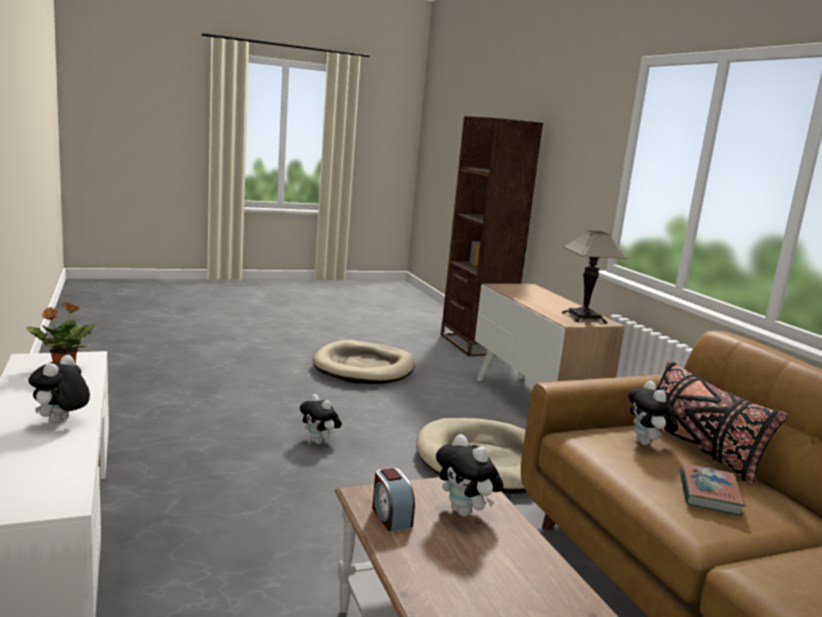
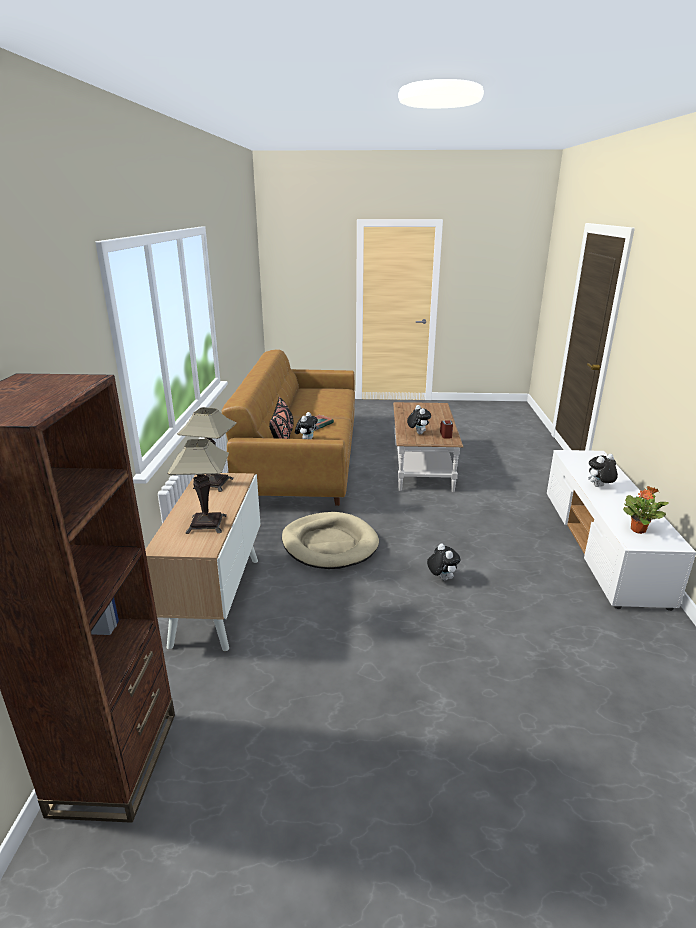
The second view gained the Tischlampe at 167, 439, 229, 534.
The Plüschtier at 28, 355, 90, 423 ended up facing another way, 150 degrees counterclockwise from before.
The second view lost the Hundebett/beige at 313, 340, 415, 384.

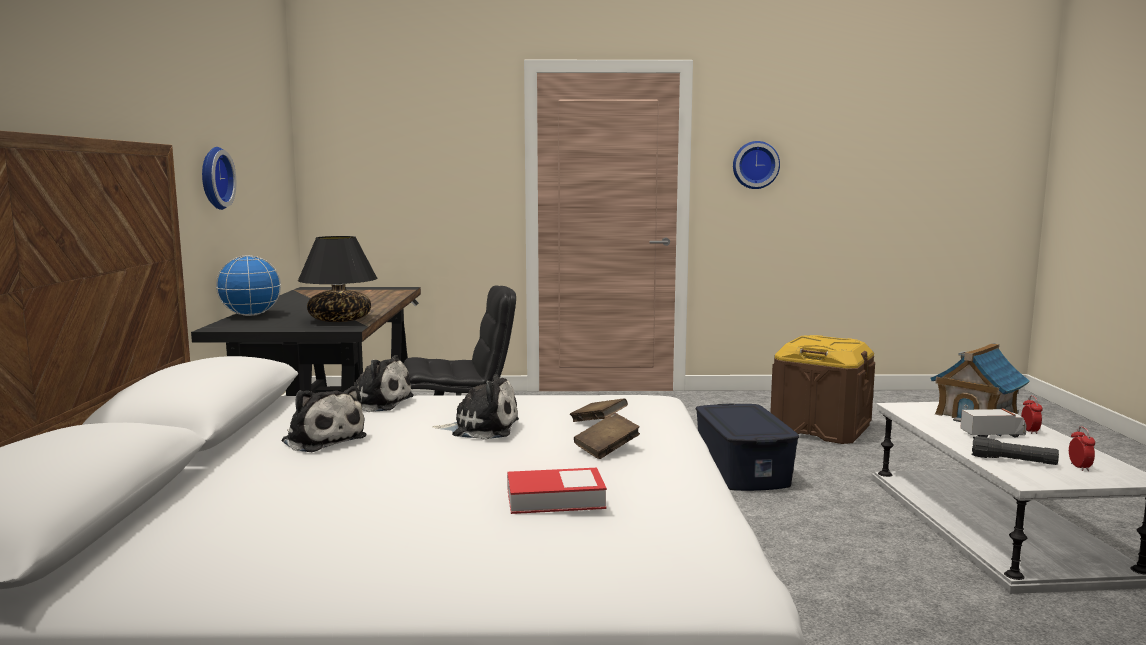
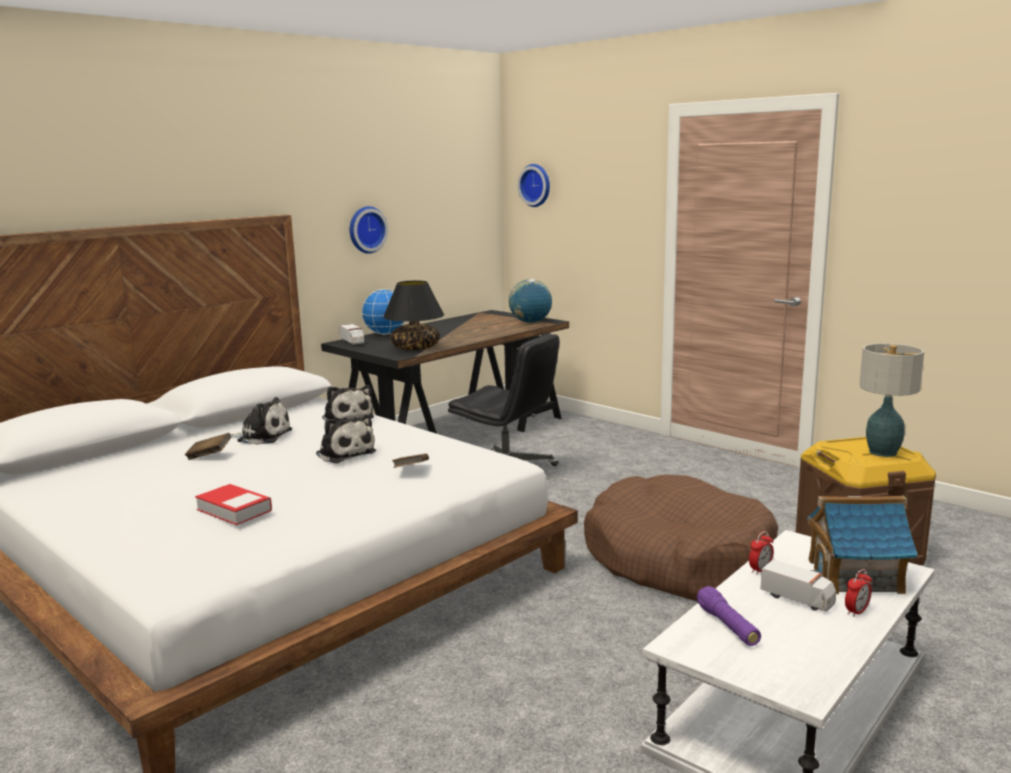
The Buch/braun ended up elsewhere, having gone from 574, 413, 640, 459 to 185, 433, 231, 460.
The Plüschtier at 282, 386, 367, 452 ended up facing another way, 75 degrees counterclockwise from before.
The second view gained the Spielzeuglaster at 339, 324, 365, 345.
The second view gained the Globus at 509, 279, 552, 323.
The Wanduhr ended up elsewhere, having gone from 733, 141, 780, 189 to 517, 164, 550, 207.
Where the Aufbewahrungsbox/blau stood at 695, 403, 799, 491, the Hundebett/braun came to stand at 584, 474, 778, 601.
What was the Taschenlampe/schwarz at 972, 436, 1059, 465 turned into the Taschenlampe/lila at 697, 586, 761, 646.
The Wecker ended up elsewhere, having gone from 1069, 427, 1095, 471 to 749, 531, 773, 575.
The second view gained the Tischlampe at 859, 343, 924, 457.

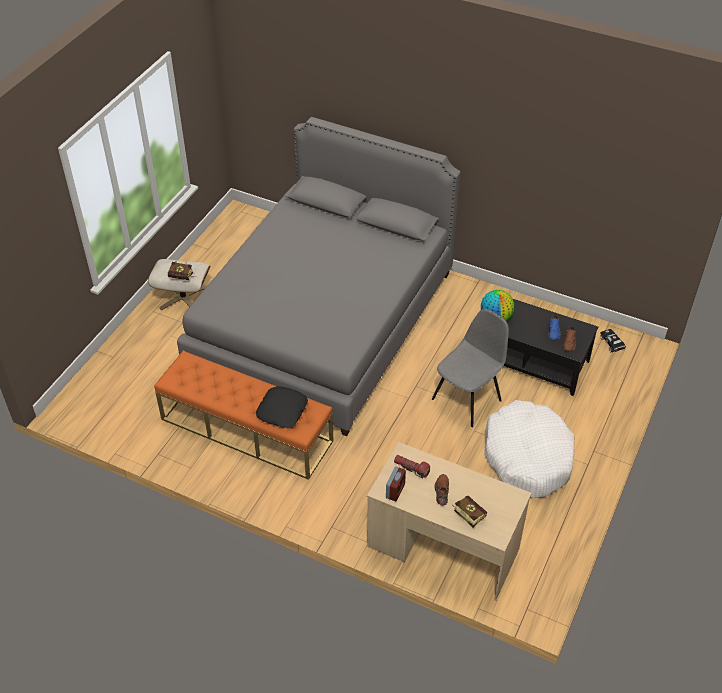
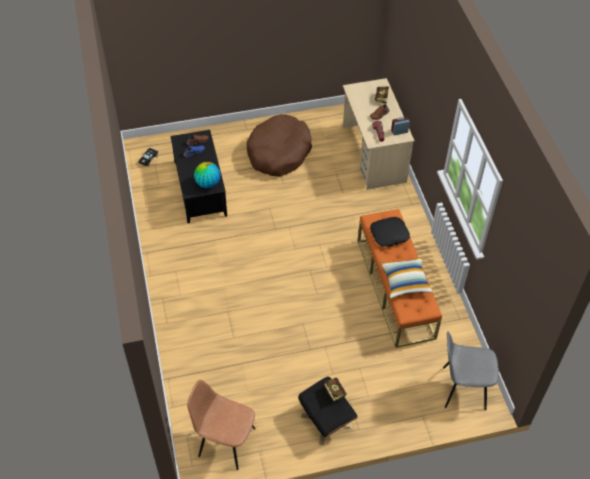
The second view gained the Stuhl/braun at 187, 380, 256, 470.
What was the Hundebett/weiß at 484, 400, 575, 498 turned into the Hundebett/braun at 246, 114, 312, 176.
What was the Polsterhocker/beige at 148, 259, 210, 310 turned into the Polsterhocker/schwarz at 298, 377, 358, 445.
The second view gained the Kissen at 380, 257, 433, 299.
The Stuhl/grau ended up elsewhere, having gone from 432, 309, 509, 427 to 443, 332, 499, 410.
The second view lost the Bett/grau at 177, 117, 461, 436.

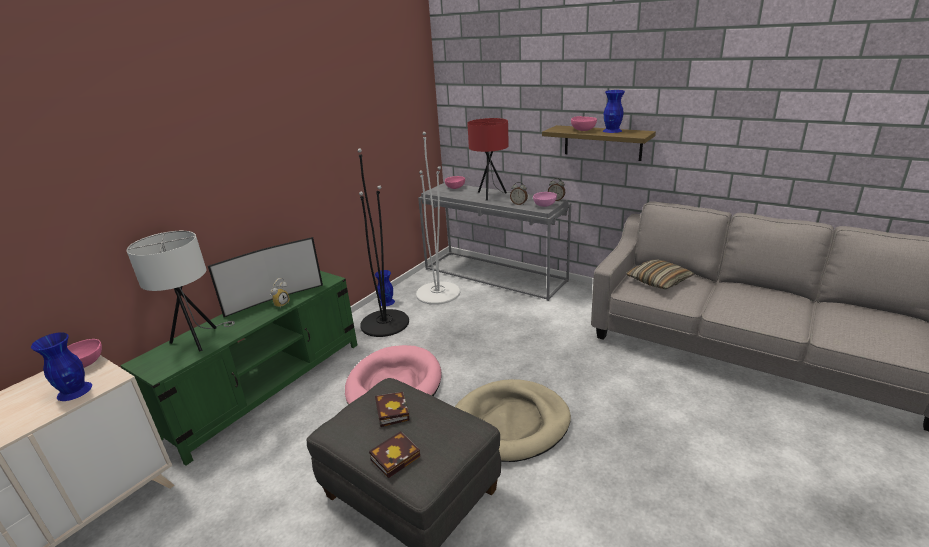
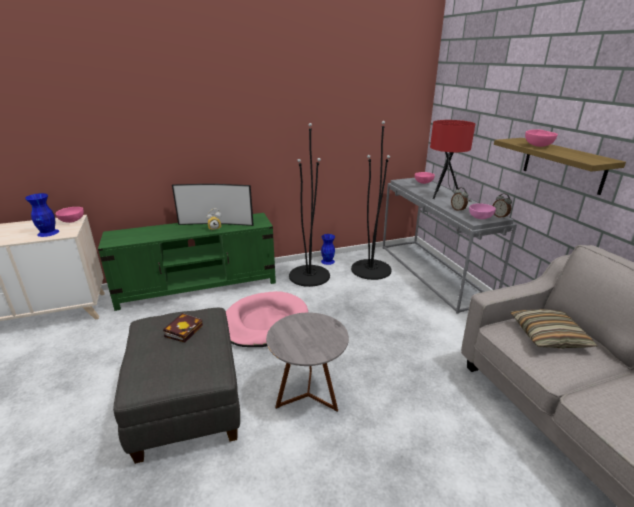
Where the Hundebett/beige stood at 455, 379, 571, 462, the Beistelltisch/grau came to stand at 266, 313, 349, 412.
What was the Stehlampe/weiß at 416, 132, 460, 305 turned into the Stehlampe/schwarz at 351, 121, 391, 280.
The second view lost the Tischlampe/weiß at 126, 231, 235, 352.
The second view lost the Buch at 369, 431, 420, 478.
The second view lost the Vase/blau at 603, 90, 625, 133.

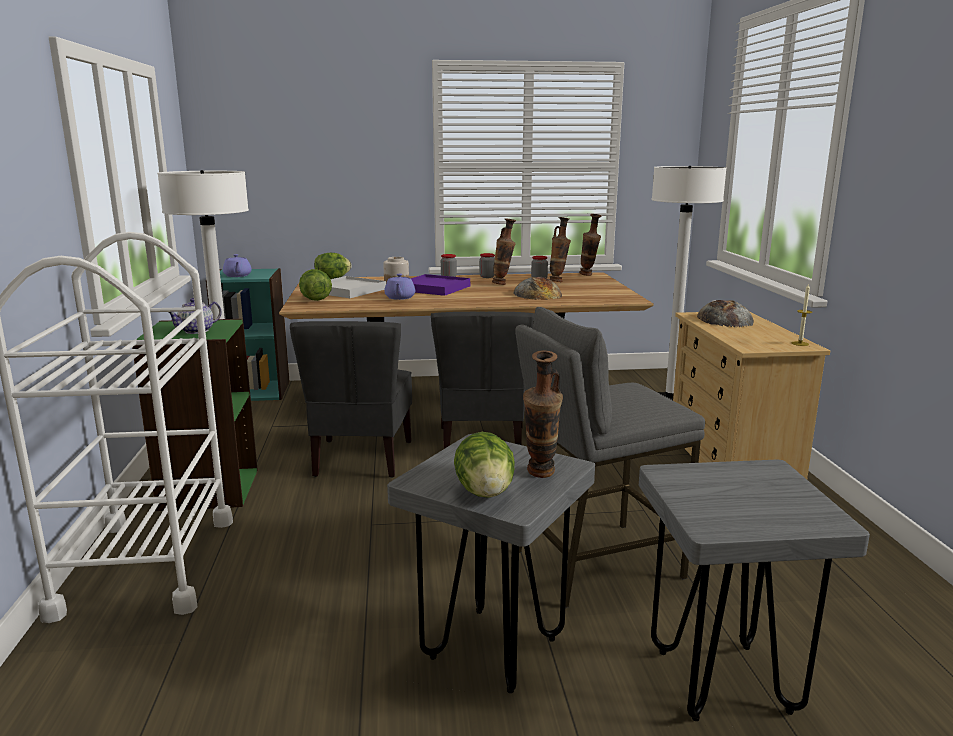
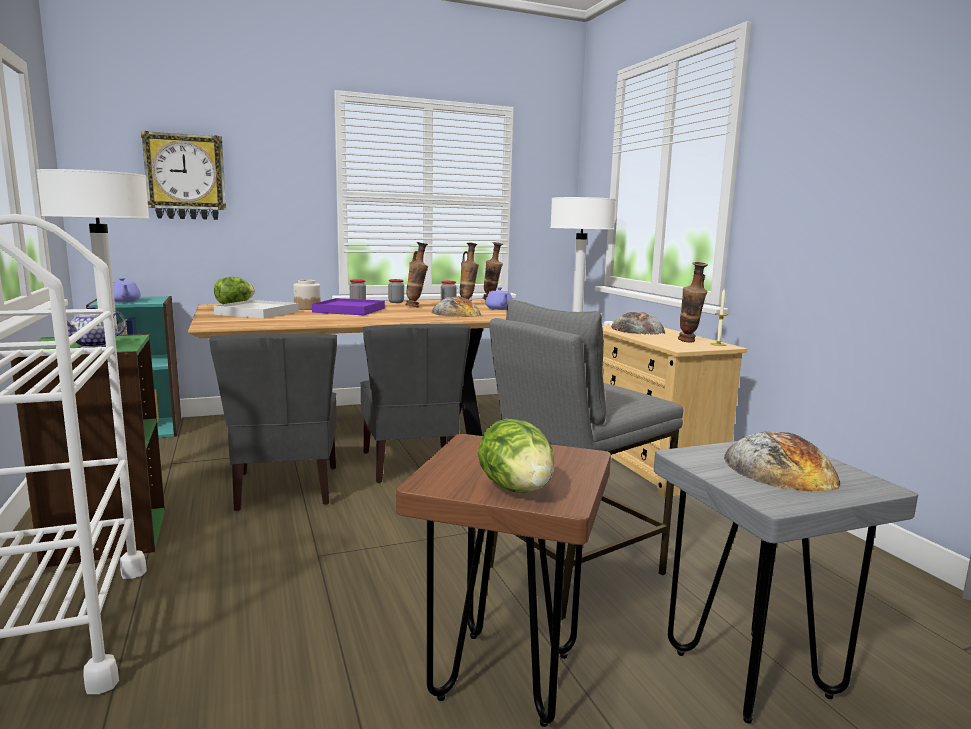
The second view gained the Wanduhr at 141, 131, 226, 220.
What was the Hocker/grau at 387, 434, 595, 693 turned into the Hocker/braun at 396, 434, 611, 727.
The Teekanne/lila ended up elsewhere, having gone from 384, 274, 415, 300 to 485, 287, 513, 310.
The Vase ended up elsewhere, having gone from 523, 350, 563, 478 to 678, 262, 708, 343.
The second view gained the Brot at 724, 432, 840, 491.
The second view lost the Salatkopf at 299, 269, 332, 301.

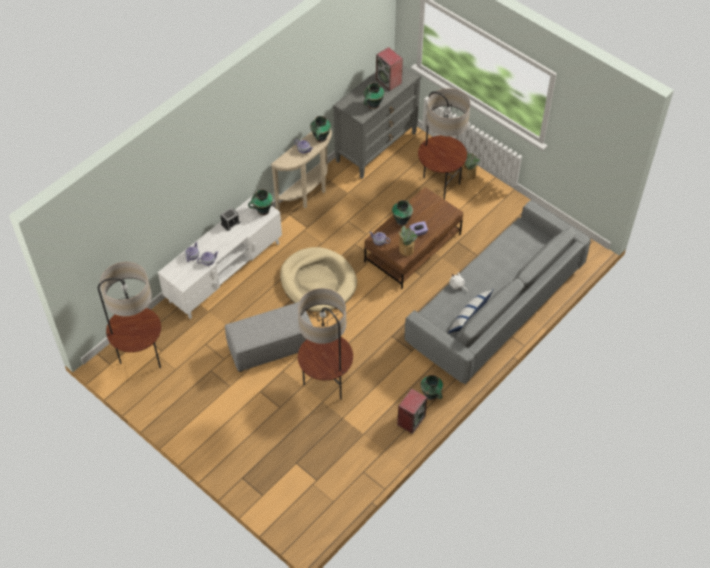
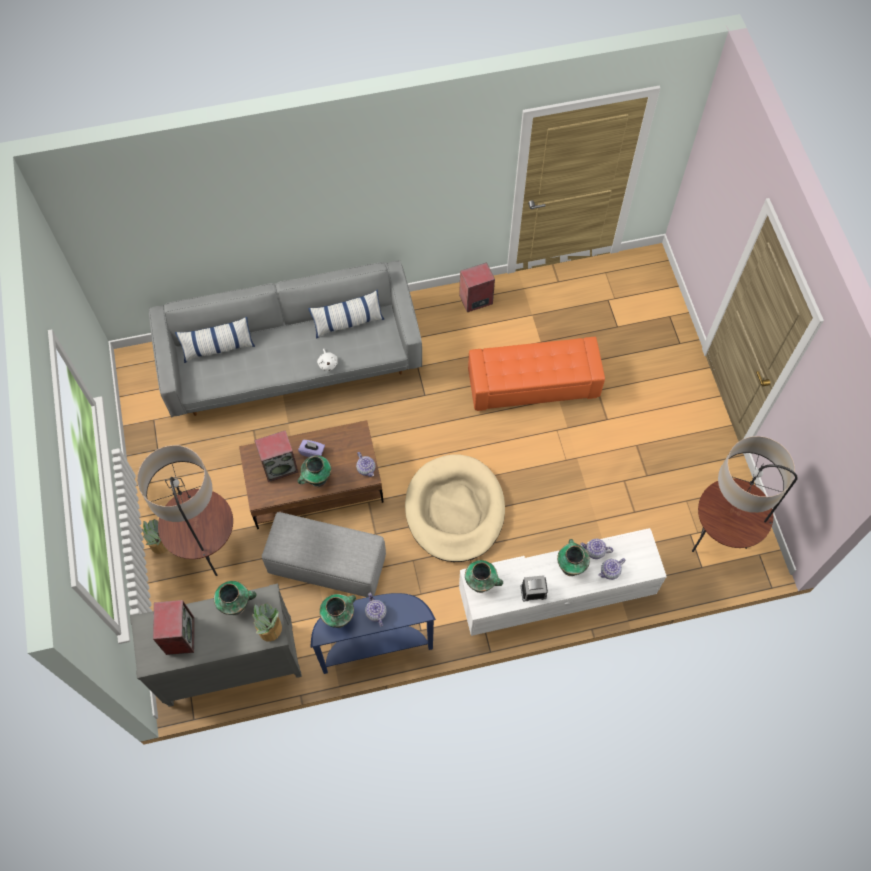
The second view gained the Kissen at 175, 317, 255, 363.
The Topfpflanze ended up elsewhere, having gone from 399, 225, 418, 256 to 252, 603, 282, 642.
The second view gained the Lautsprecher at 254, 430, 298, 482.
The Polsterhocker/grau ended up elsewhere, having gone from 225, 302, 313, 372 to 262, 512, 386, 597.
What was the Konsolentisch/beige at 271, 129, 332, 211 turned into the Konsolentisch/blau at 311, 593, 436, 674.
Where the Stehlampe stood at 298, 288, 353, 400, the Polsterhocker/orange came to stand at 468, 337, 605, 411.
The Vase ended up elsewhere, having gone from 420, 375, 443, 400 to 557, 539, 590, 576.

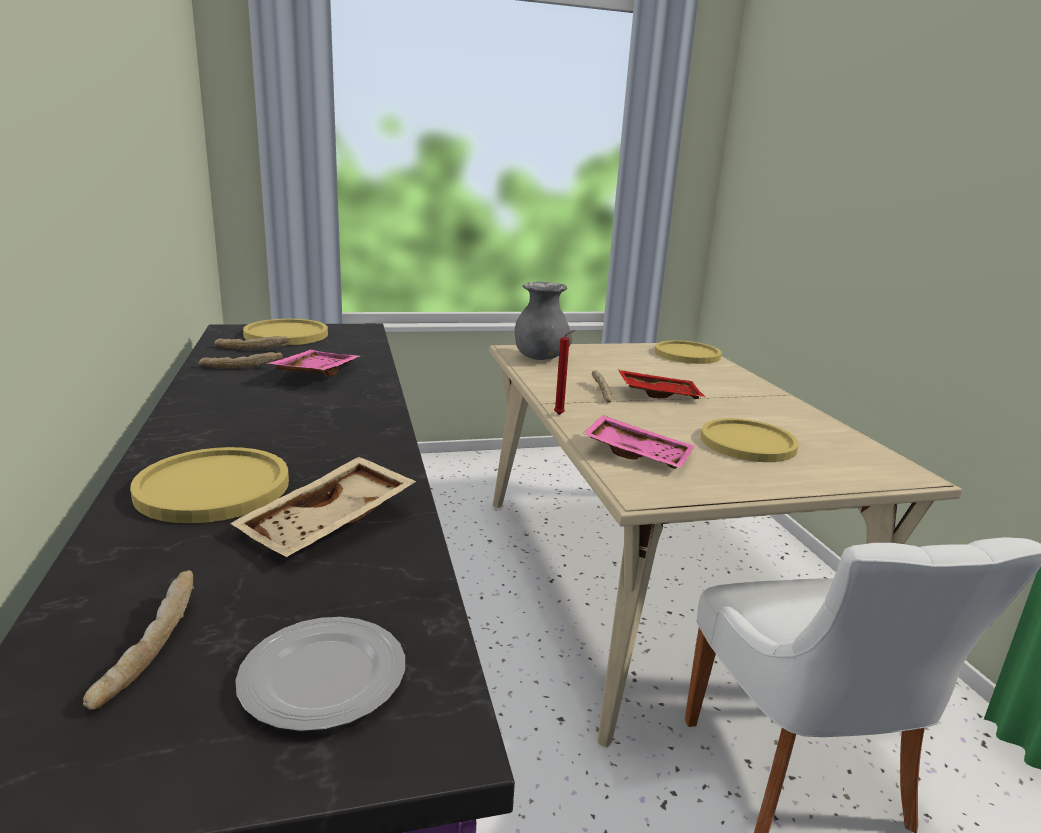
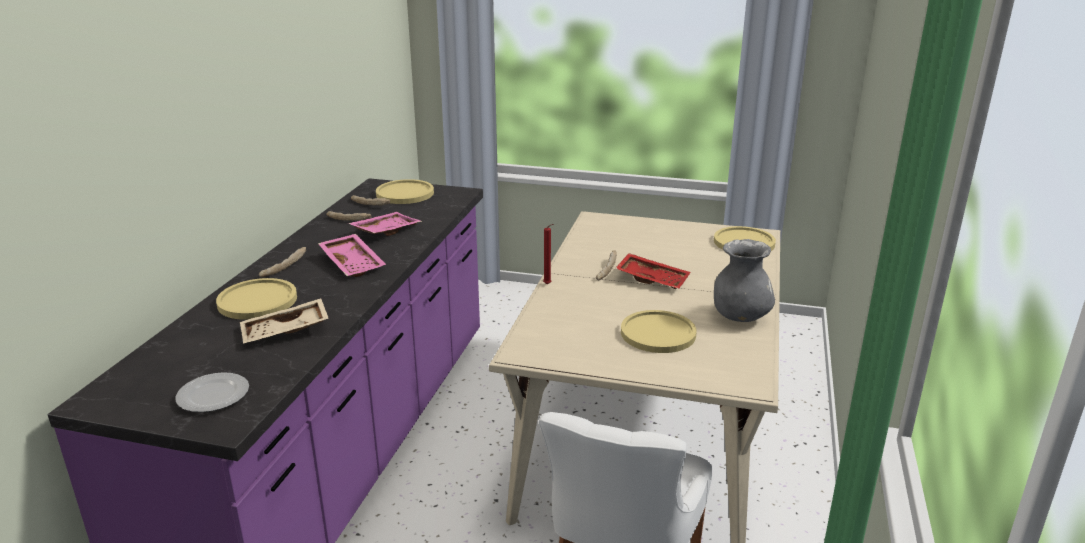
The Brot ended up elsewhere, having gone from 83, 570, 194, 710 to 259, 247, 306, 278.
The Tablett/rosa ended up elsewhere, having gone from 583, 415, 694, 469 to 318, 234, 386, 277.
The Vase/grau ended up elsewhere, having gone from 515, 281, 572, 360 to 714, 239, 775, 322.

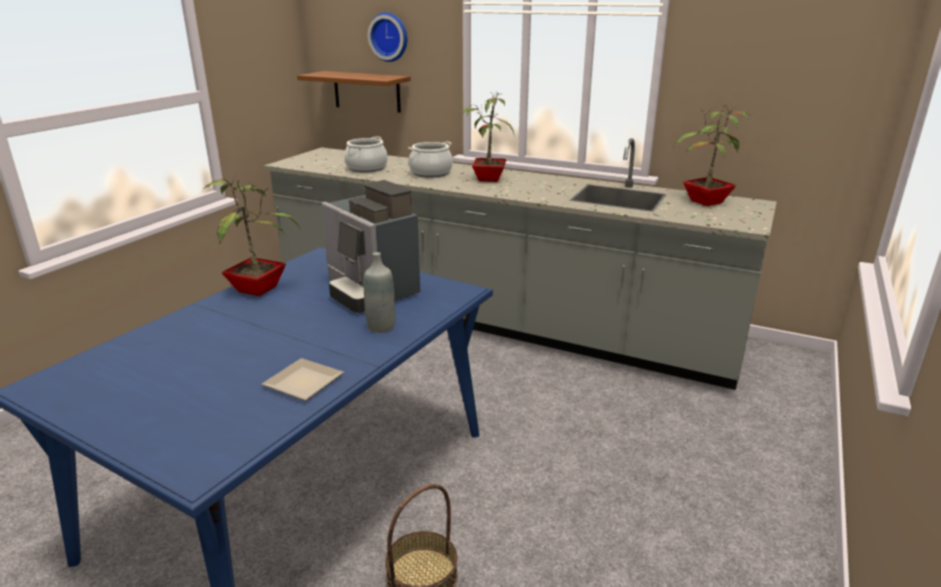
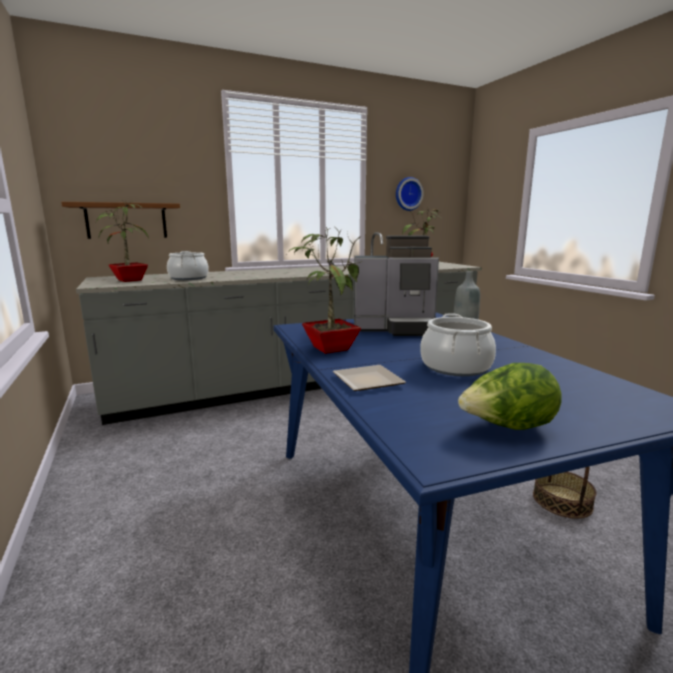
The Topfpflanze ended up elsewhere, having gone from 460, 93, 514, 182 to 96, 201, 149, 282.
The Teller ended up elsewhere, having gone from 261, 358, 344, 401 to 333, 365, 406, 391.
The Wanduhr ended up elsewhere, having gone from 368, 12, 407, 62 to 396, 177, 424, 211.
The Kochtopf ended up elsewhere, having gone from 408, 141, 453, 178 to 420, 314, 496, 376.
The second view gained the Salatkopf at 458, 363, 562, 430.

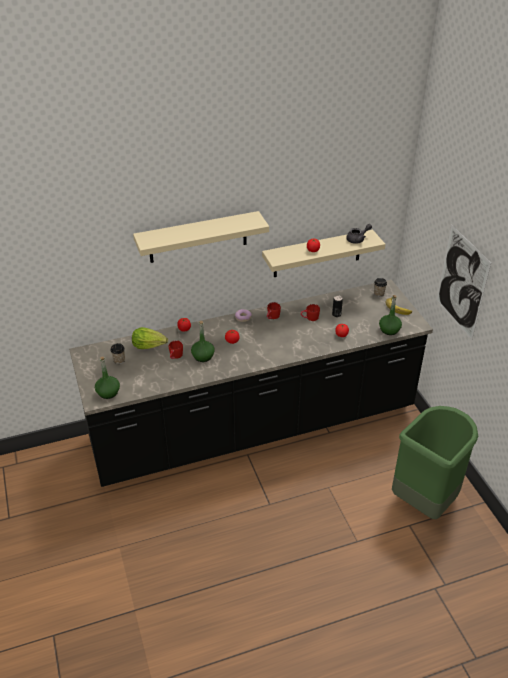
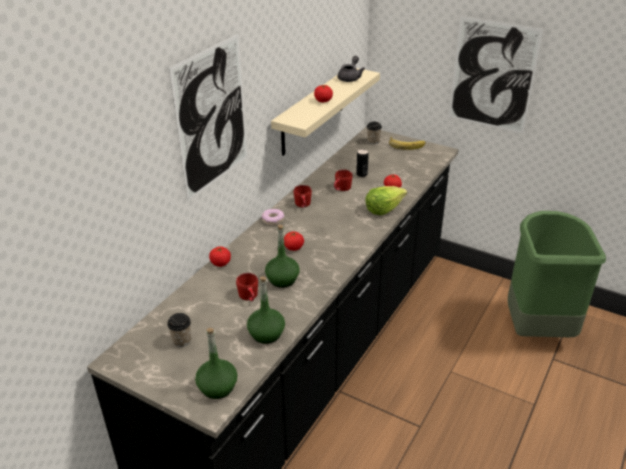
Where the Wandregal/beige hung at 133, 211, 269, 263, the Bild came to hang at 169, 34, 247, 201.
The Flasche/grün ended up elsewhere, having gone from 379, 295, 402, 335 to 247, 276, 285, 344.
The Salatkopf ended up elsewhere, having gone from 132, 327, 168, 349 to 365, 186, 407, 215.

